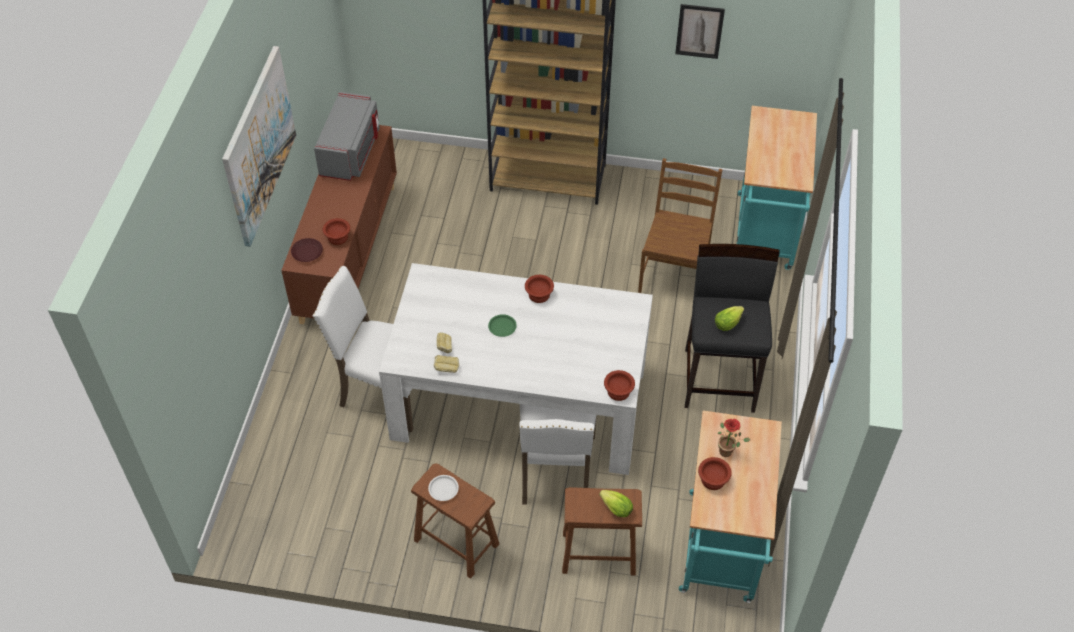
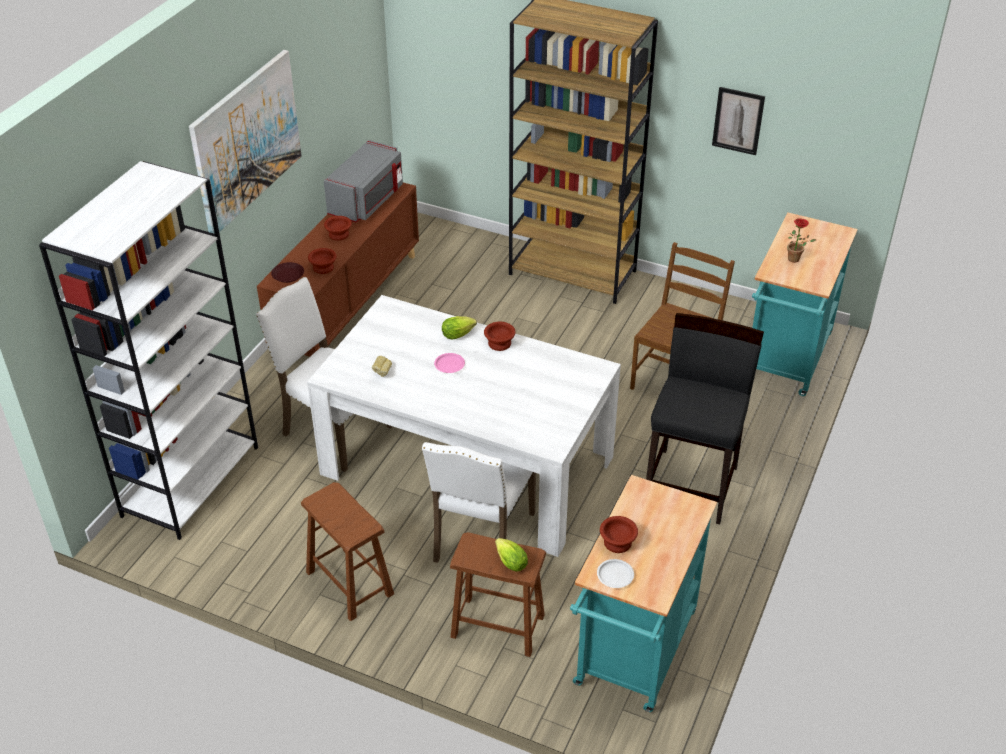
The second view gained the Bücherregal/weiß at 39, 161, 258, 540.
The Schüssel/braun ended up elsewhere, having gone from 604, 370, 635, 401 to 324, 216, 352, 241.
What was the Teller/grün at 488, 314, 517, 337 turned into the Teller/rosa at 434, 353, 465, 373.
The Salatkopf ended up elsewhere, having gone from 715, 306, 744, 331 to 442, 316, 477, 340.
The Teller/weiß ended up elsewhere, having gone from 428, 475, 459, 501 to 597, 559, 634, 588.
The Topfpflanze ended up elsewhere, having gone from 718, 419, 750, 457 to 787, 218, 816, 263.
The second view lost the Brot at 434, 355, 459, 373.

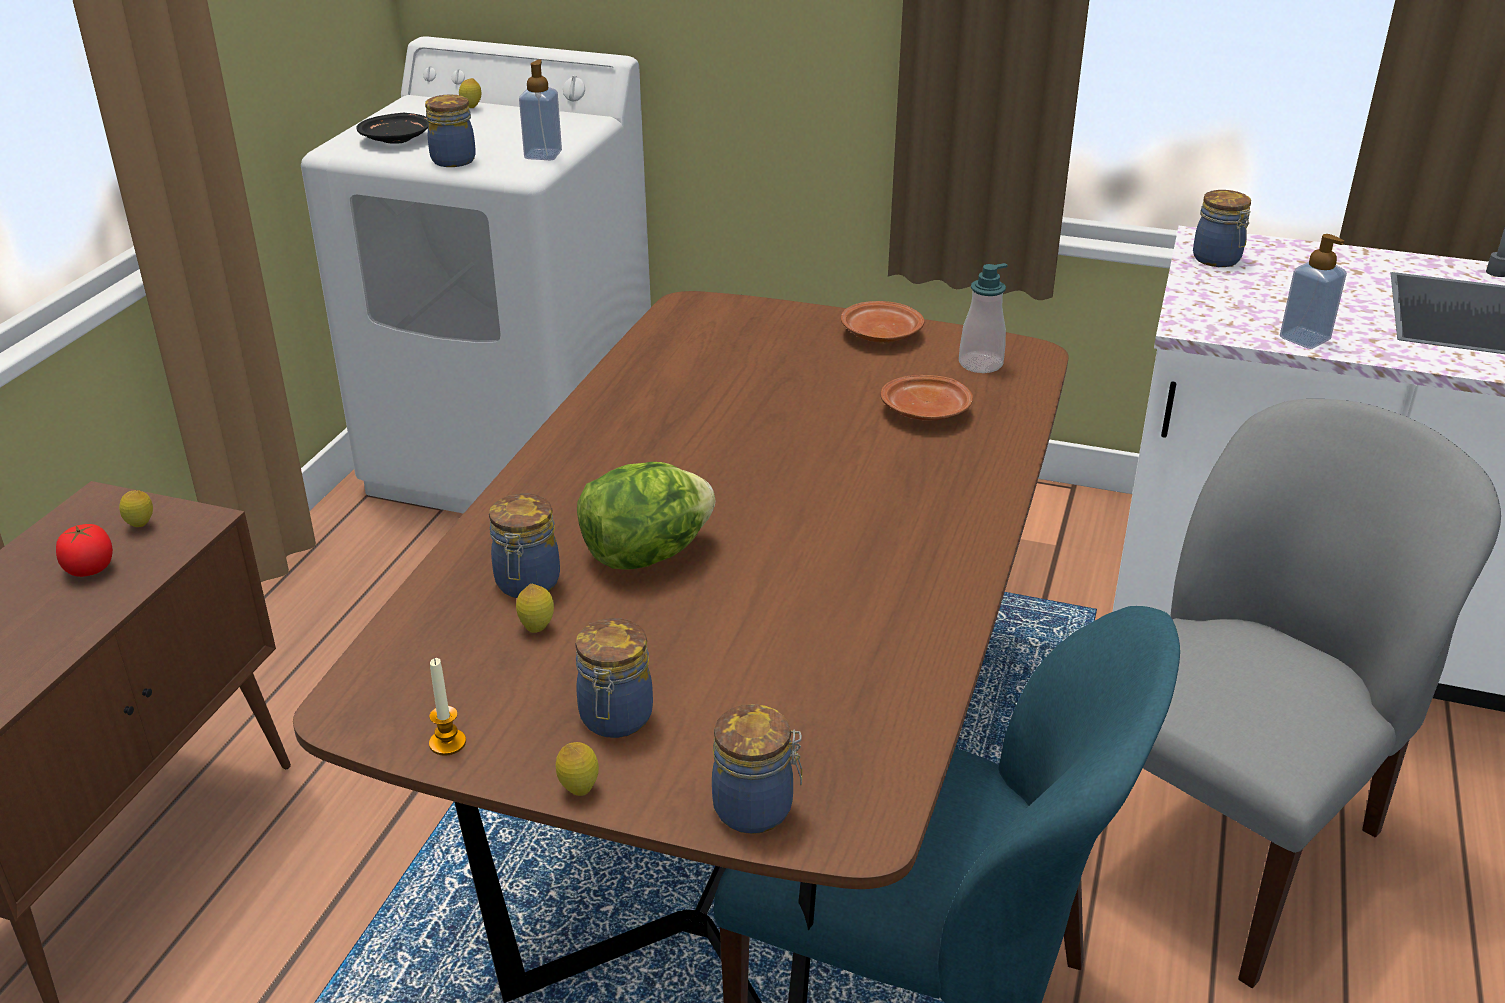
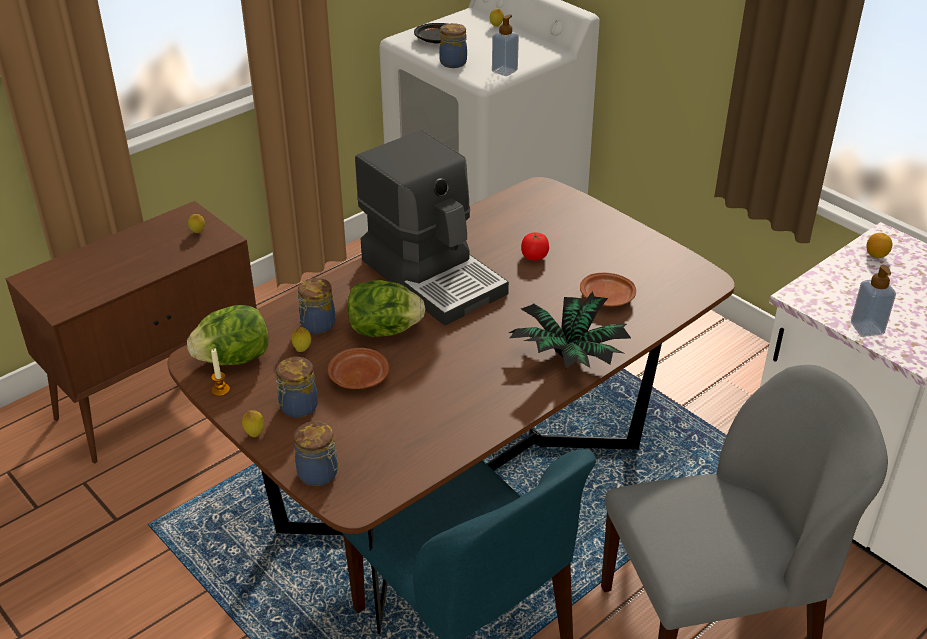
The second view gained the Salatkopf at 187, 305, 269, 365.
The Teller/braun ended up elsewhere, having gone from 841, 301, 924, 343 to 328, 348, 389, 389.
The second view gained the Kaffeemaschine at 355, 130, 509, 326.
The second view gained the Topfpflanze at 509, 291, 631, 368.
The Tomate ended up elsewhere, having gone from 56, 524, 113, 577 to 521, 232, 549, 261.
Where the Vorratsglas stood at 1193, 190, 1251, 267, the Zitrone came to stand at 867, 233, 892, 258.
The second view lost the Seifenspender at 959, 263, 1008, 373.

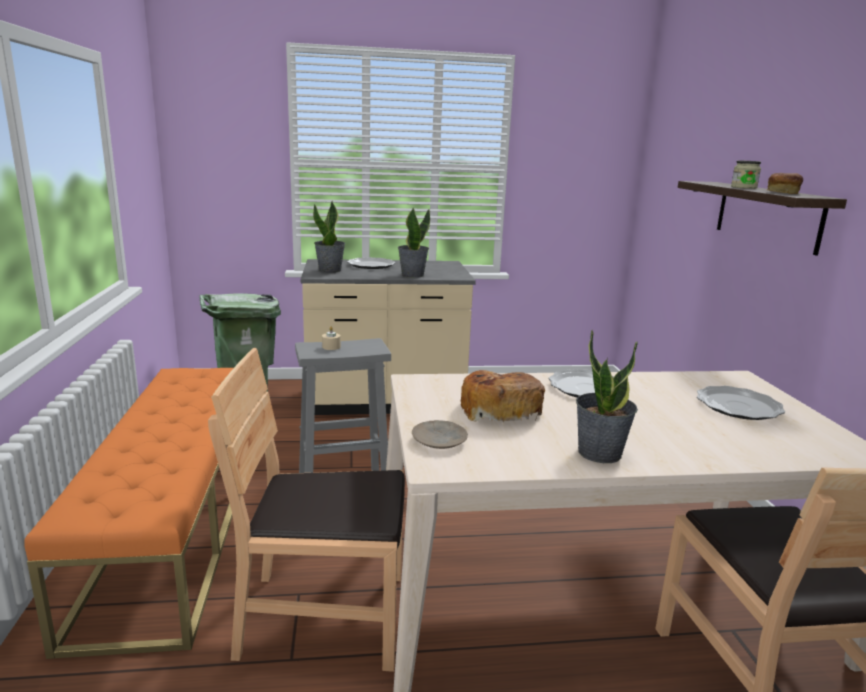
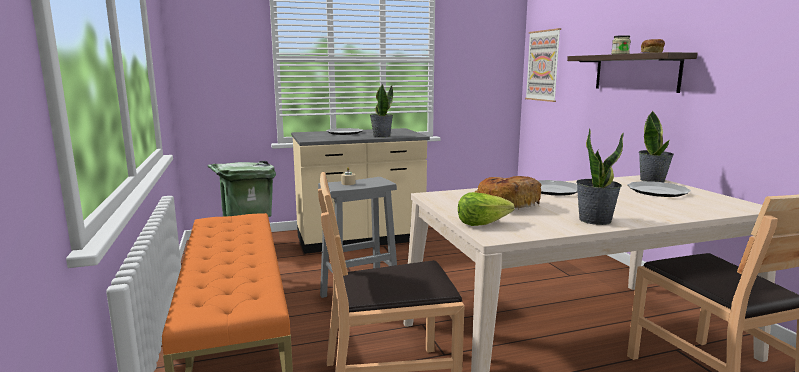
Where the Teller/beige stood at 412, 420, 468, 449, the Salatkopf came to stand at 458, 192, 515, 226.
The second view gained the Bild at 525, 28, 561, 102.
The Topfpflanze ended up elsewhere, having gone from 313, 201, 345, 273 to 639, 111, 674, 182.

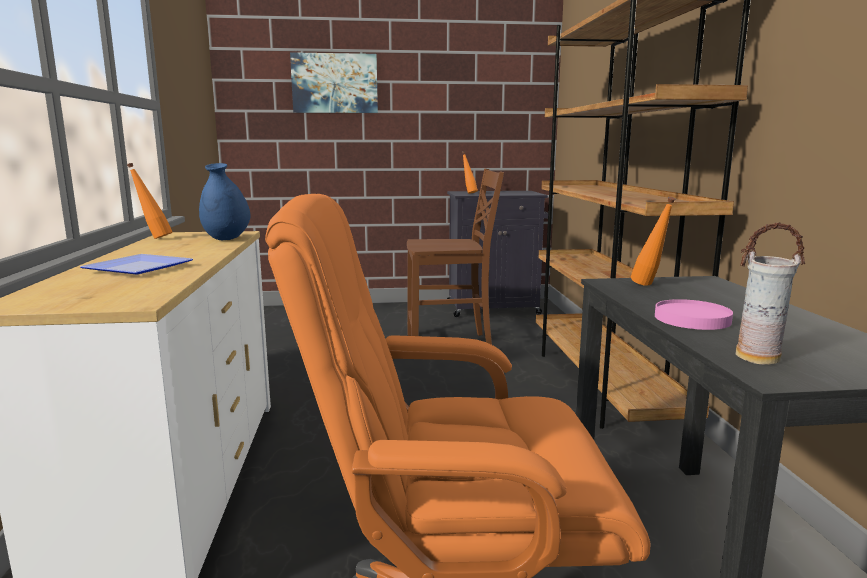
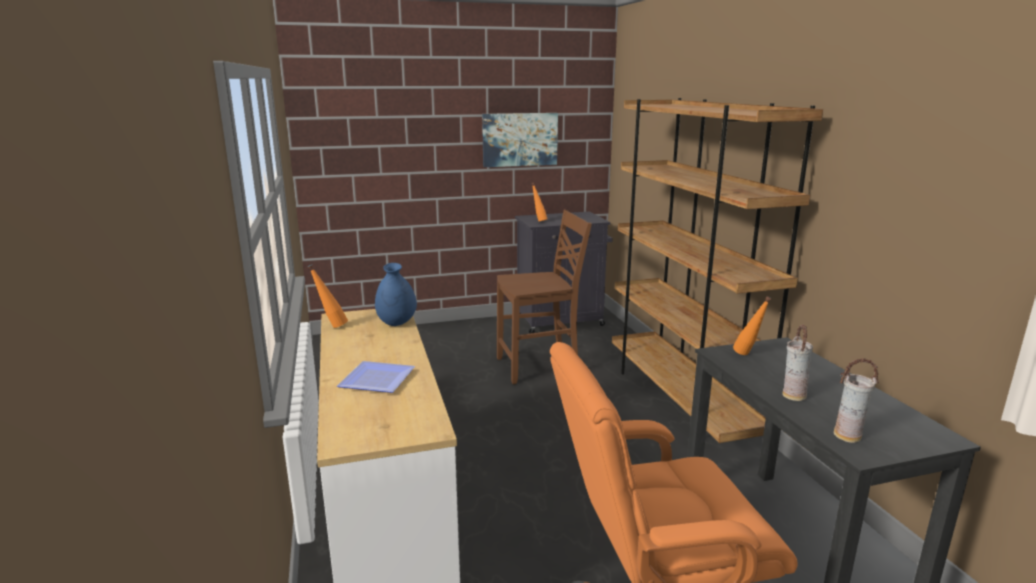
The Bild ended up elsewhere, having gone from 290, 52, 378, 113 to 482, 113, 558, 167.
Where the Teller/rosa stood at 655, 299, 733, 330, the Vase came to stand at 783, 324, 813, 401.

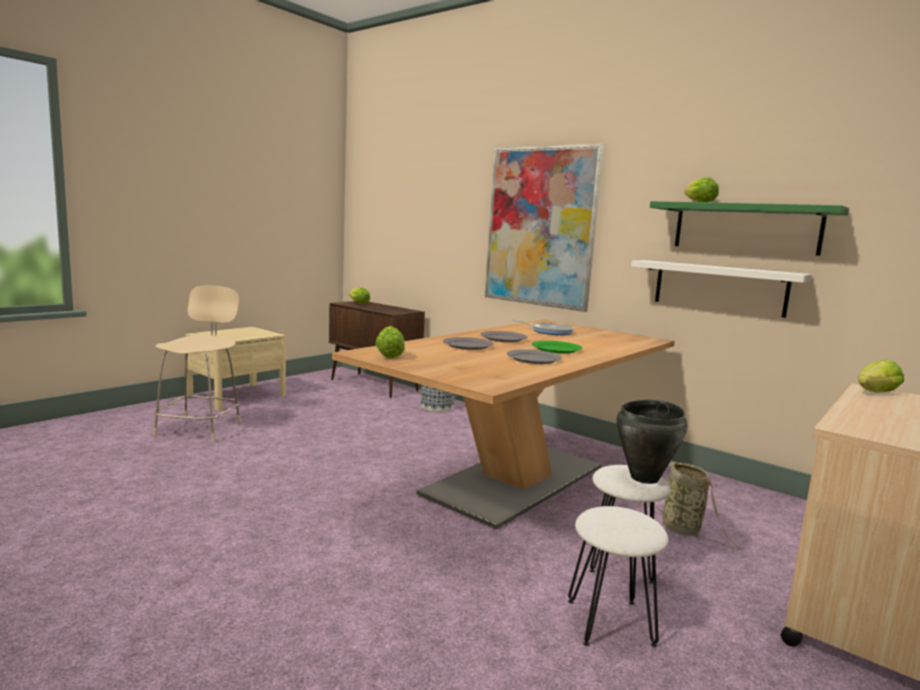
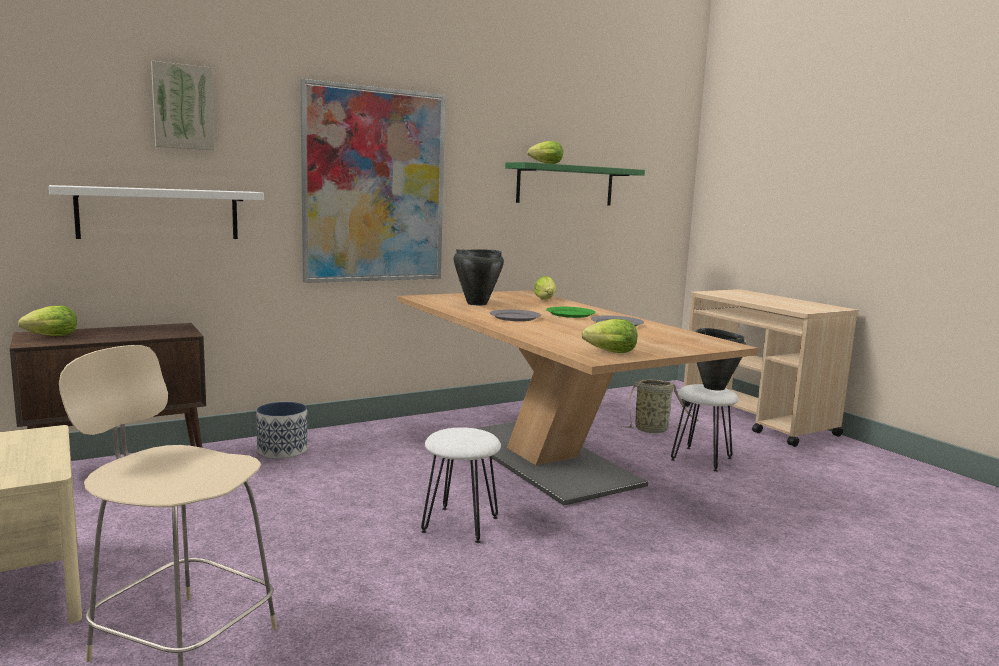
The Wandregal/weiß ended up elsewhere, having gone from 631, 260, 812, 318 to 49, 185, 264, 239.
The second view gained the Bild at 151, 61, 214, 150.
The Hocker/weiß ended up elsewhere, having gone from 568, 506, 669, 648 to 421, 427, 501, 543.
Where the Pfanne stood at 512, 320, 574, 335, the Kochtopf/schwarz came to stand at 454, 249, 504, 305.
The Salatkopf ended up elsewhere, having gone from 858, 360, 904, 392 to 534, 276, 557, 300.
The second view lost the Teller/grau at 443, 337, 494, 350.

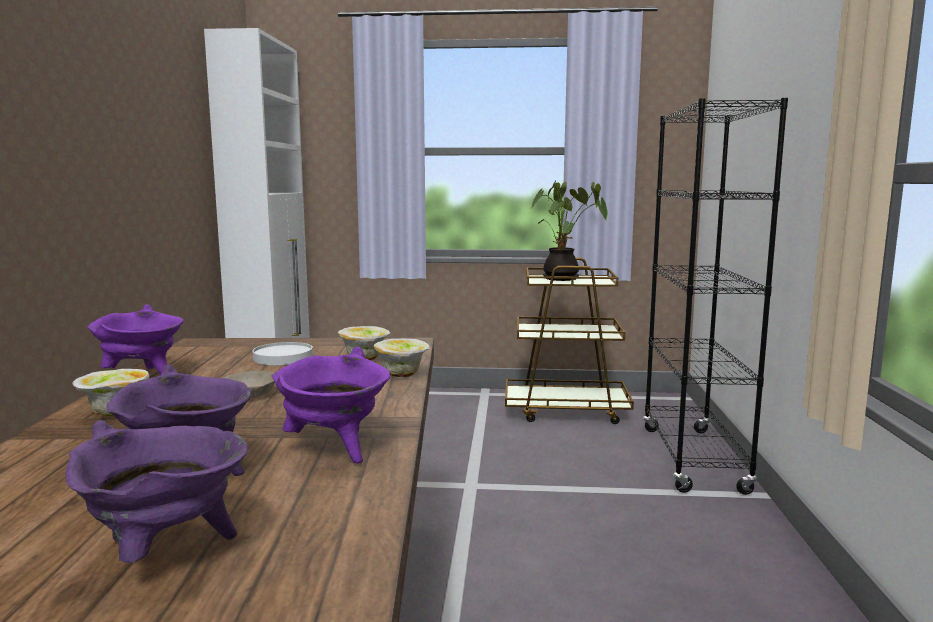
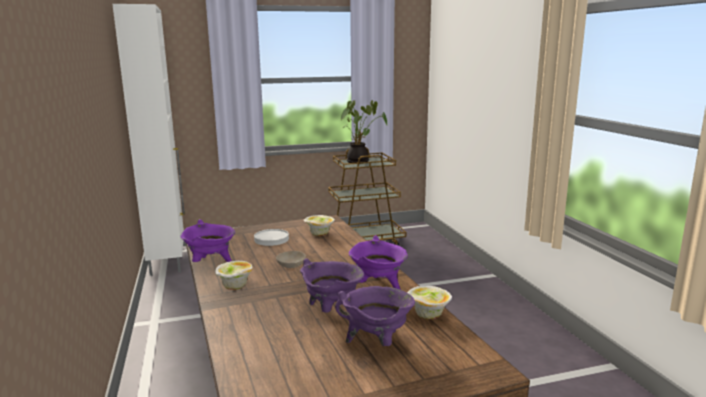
The Schüssel ended up elsewhere, having gone from 374, 338, 430, 377 to 407, 286, 452, 320.
The second view lost the Bücherregal/schwarz at 643, 98, 788, 495.

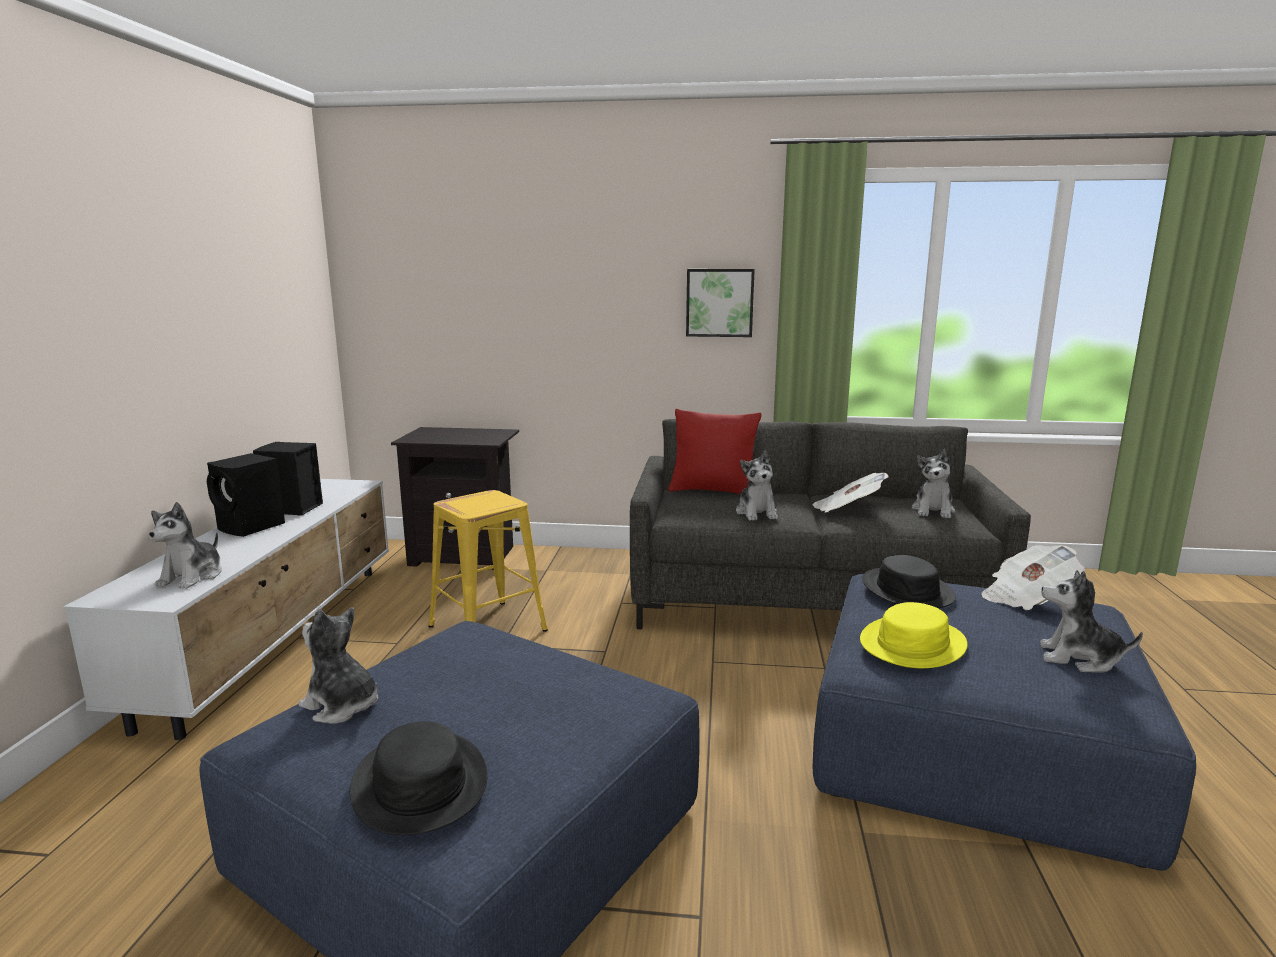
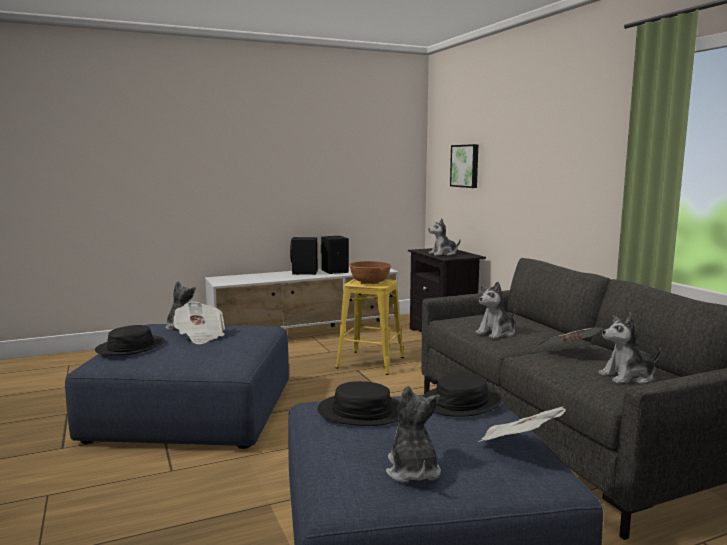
The second view gained the Zeitung at 173, 301, 225, 344.
What was the Hut/gelb at 860, 602, 968, 668 turned into the Hut/schwarz at 317, 381, 399, 426.
The second view gained the Schüssel/braun at 349, 261, 391, 284.
The Plüschtier ended up elsewhere, having gone from 149, 502, 222, 589 to 428, 219, 461, 256.
The Bild ended up elsewhere, having gone from 686, 269, 755, 337 to 450, 144, 478, 188.
The second view lost the Kissen/rot at 668, 409, 762, 494.

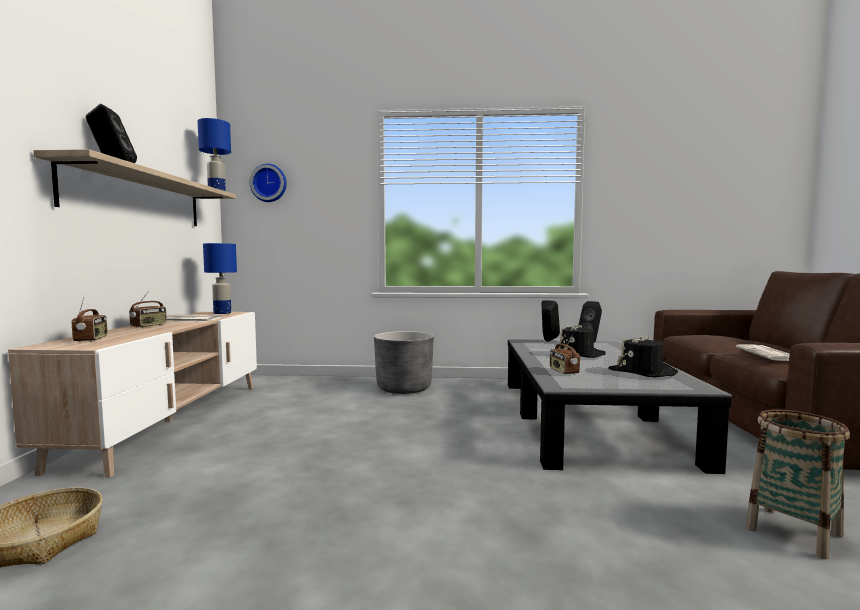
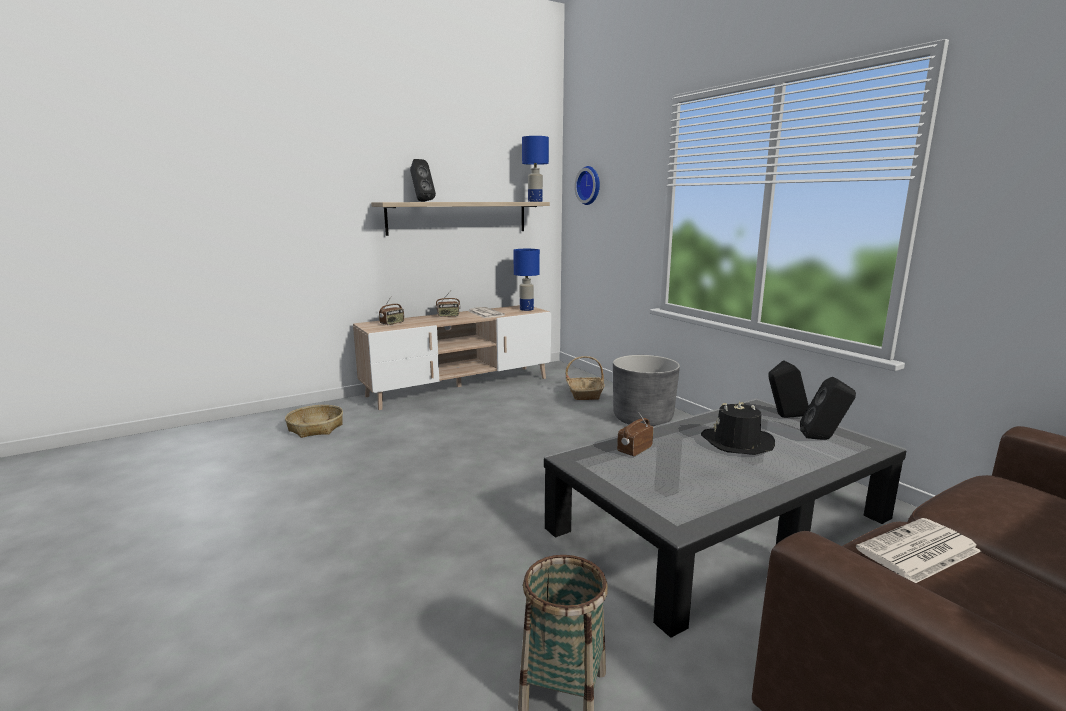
The second view gained the Korb at 565, 356, 605, 400.
The second view lost the Hut/schwarz at 608, 335, 678, 377.

